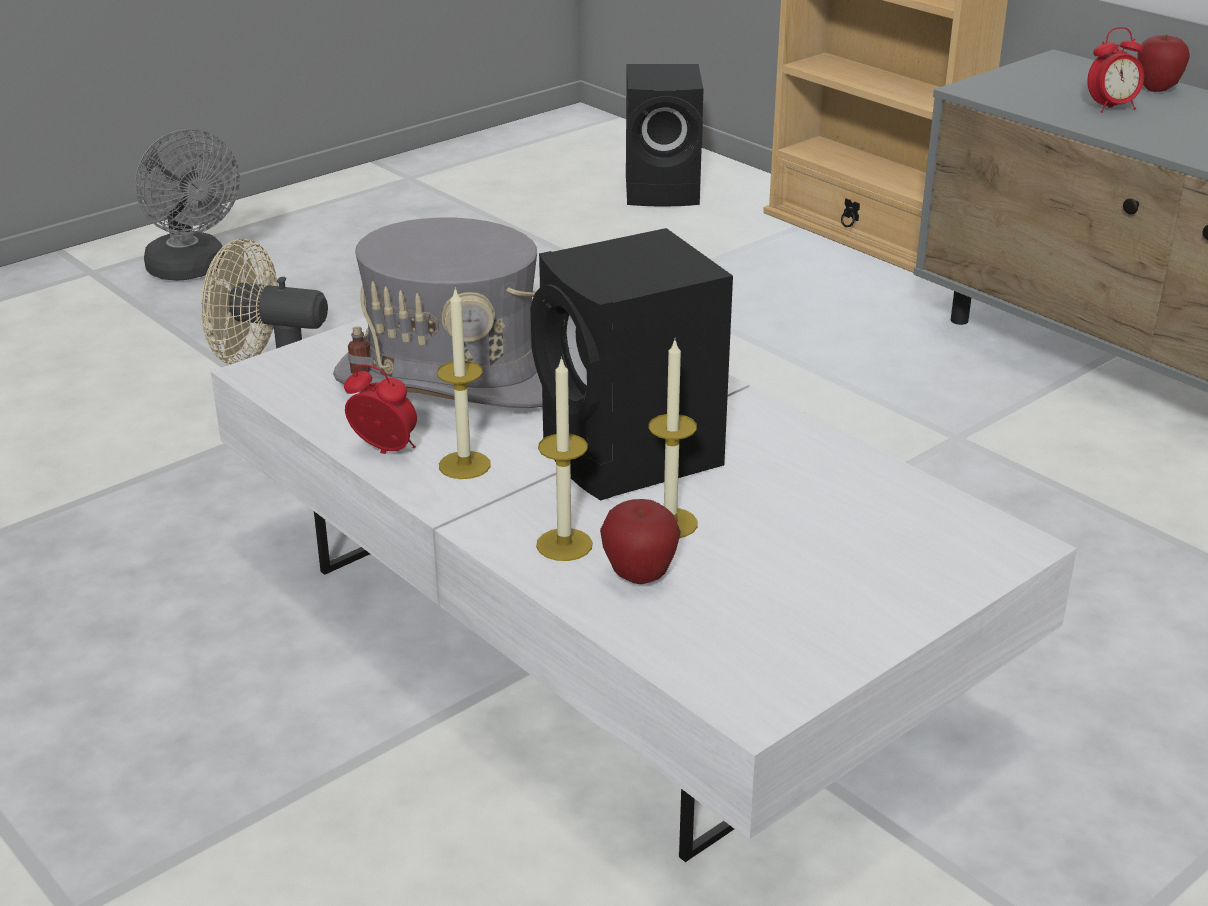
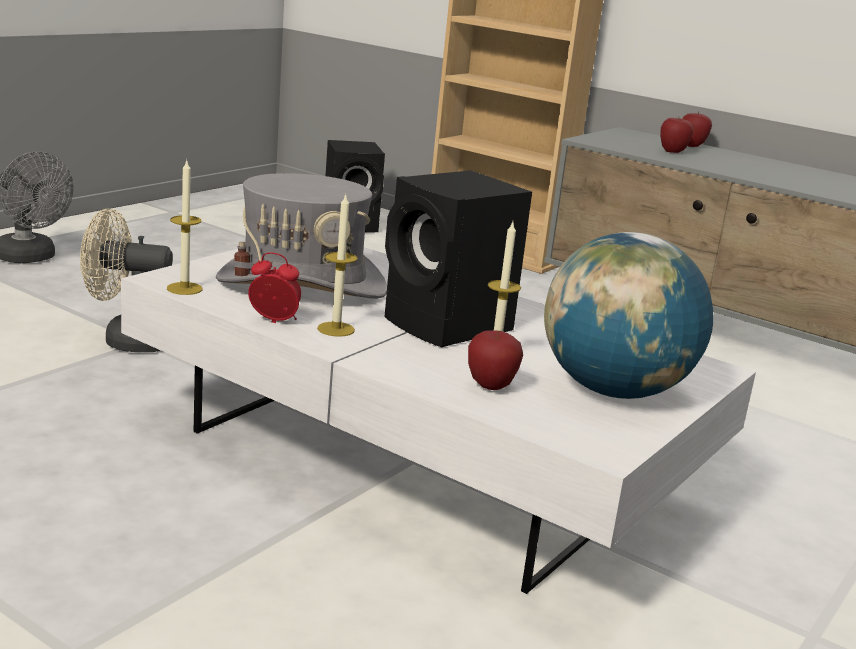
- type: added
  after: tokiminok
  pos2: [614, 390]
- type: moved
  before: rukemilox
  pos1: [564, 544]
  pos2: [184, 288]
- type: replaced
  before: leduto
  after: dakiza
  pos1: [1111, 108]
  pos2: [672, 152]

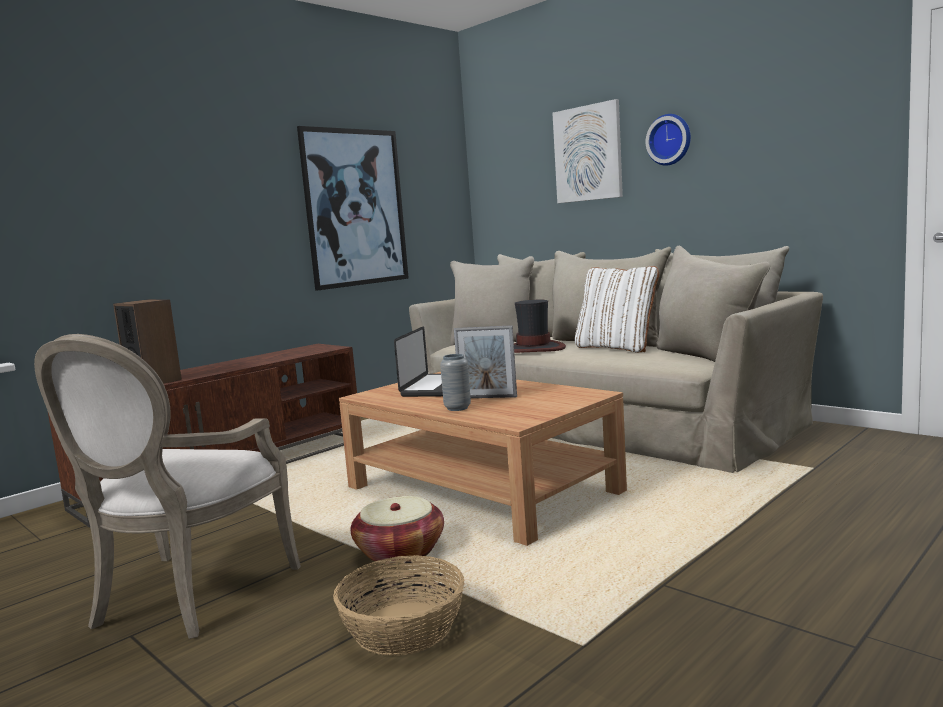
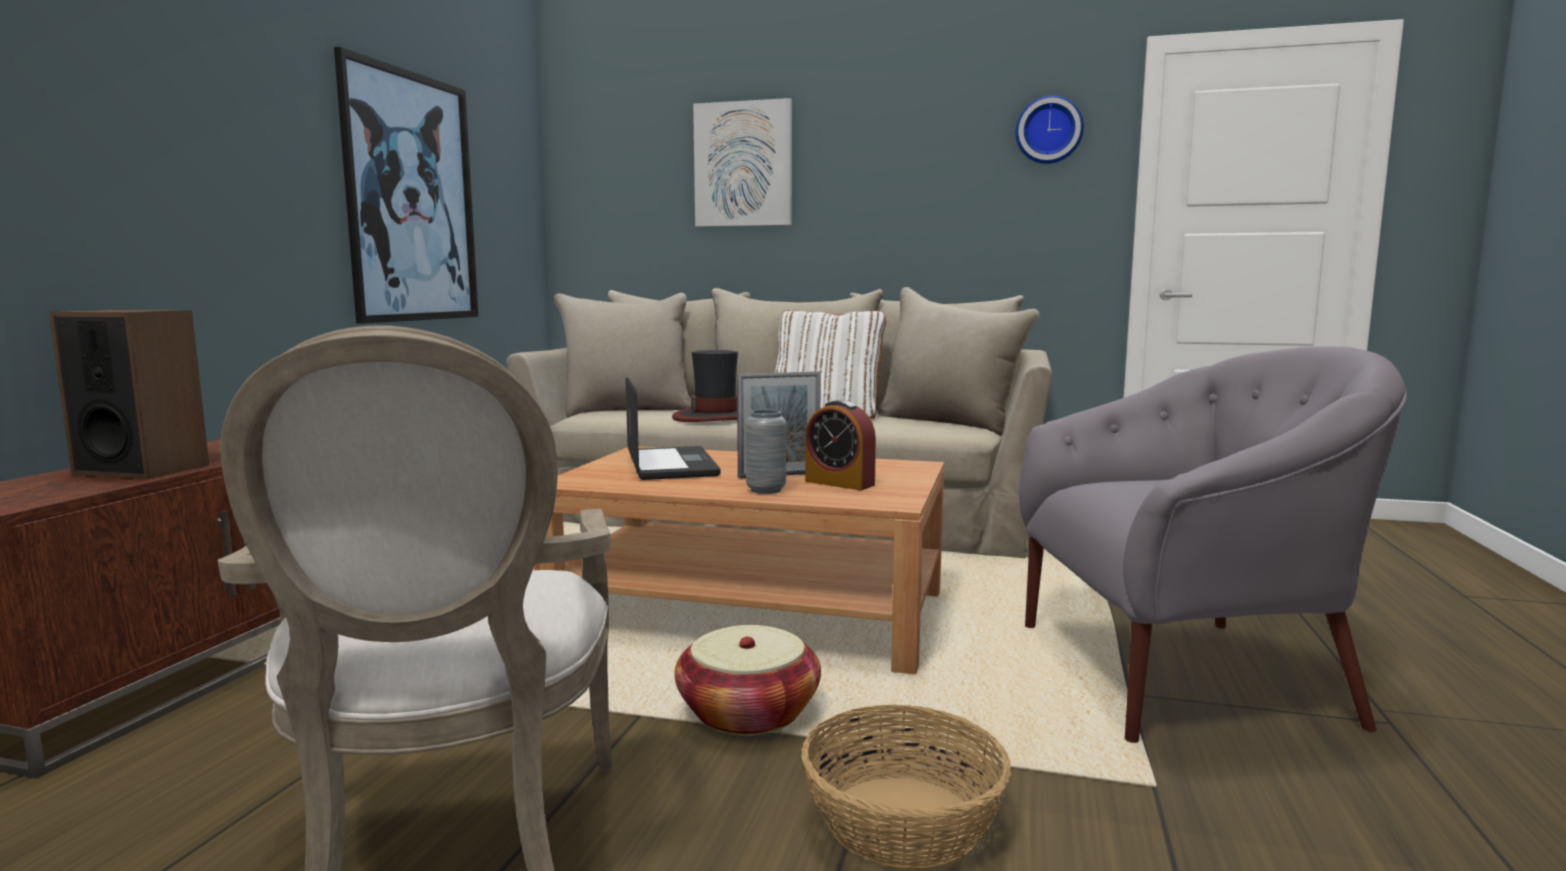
- type: added
  after: leduto
  pos2: [839, 483]
- type: added
  after: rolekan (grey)
  pos2: [1183, 674]
- type: moved
  before: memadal
  pos1: [670, 140]
  pos2: [1049, 130]

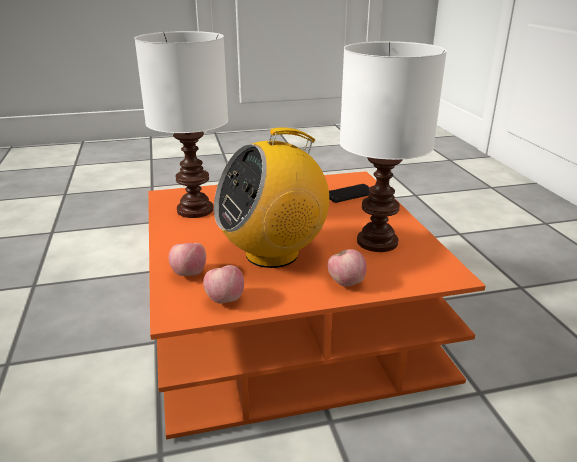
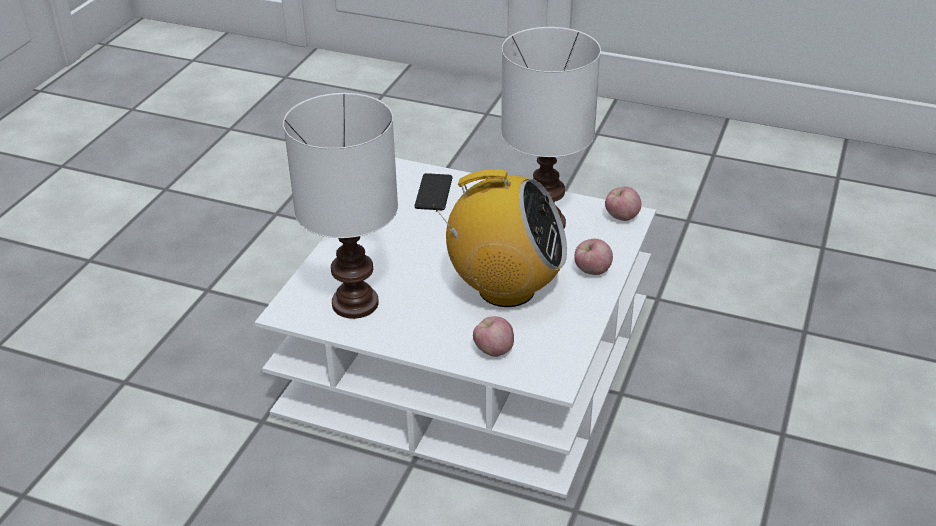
- type: moved
  before: dakiza
  pos1: [225, 300]
  pos2: [621, 217]
- type: recoloured
  before: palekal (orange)
  after: palekal (white)
  pos1: [288, 320]
  pos2: [469, 357]
- type: turned
  before: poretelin
  pos1: [272, 253]
  pos2: [505, 289]
  turn: -90

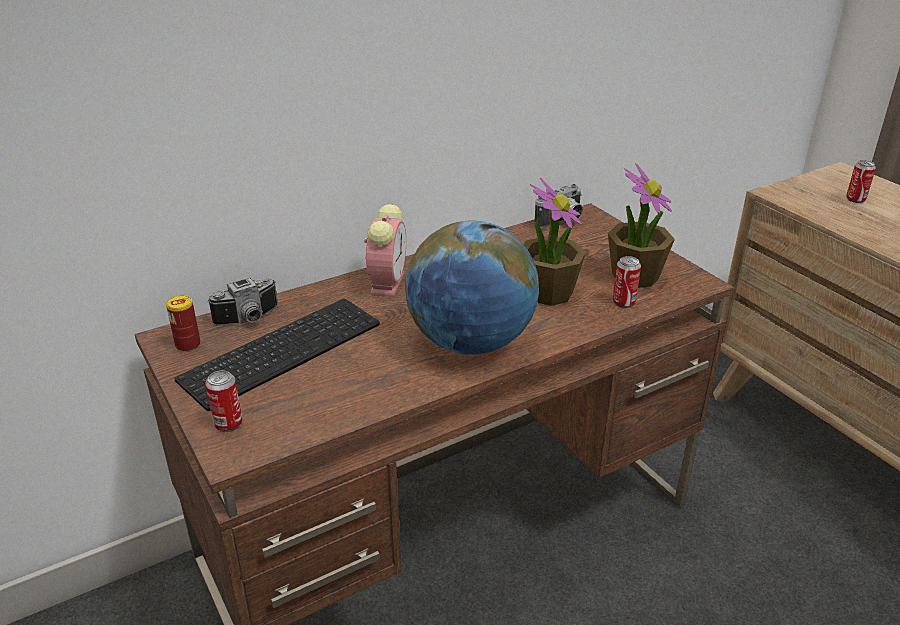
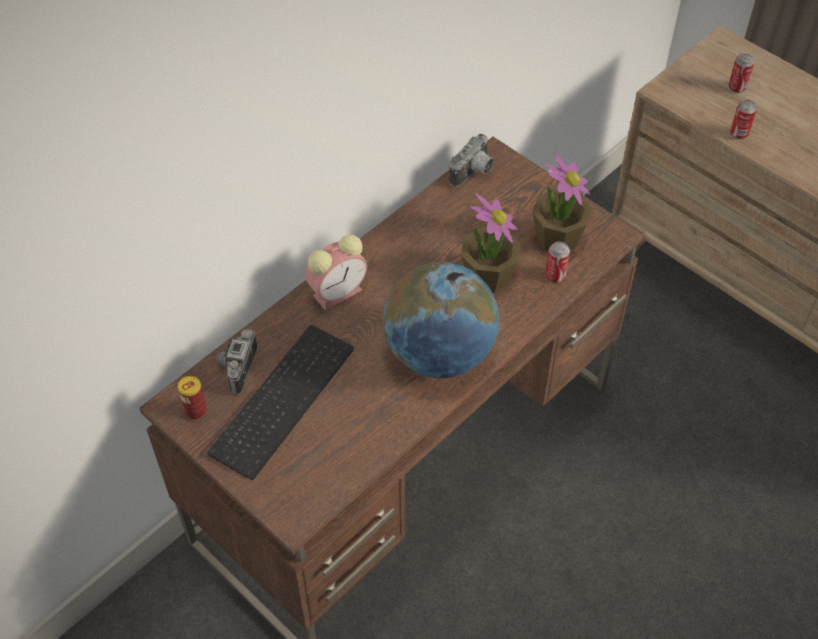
- type: moved
  before: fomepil
  pos1: [228, 424]
  pos2: [739, 133]
- type: turned
  before: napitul
  pos1: [249, 319]
  pos2: [235, 368]
  turn: 150
- type: turned
  before: leduto
  pos1: [387, 281]
  pos2: [339, 291]
  turn: 60

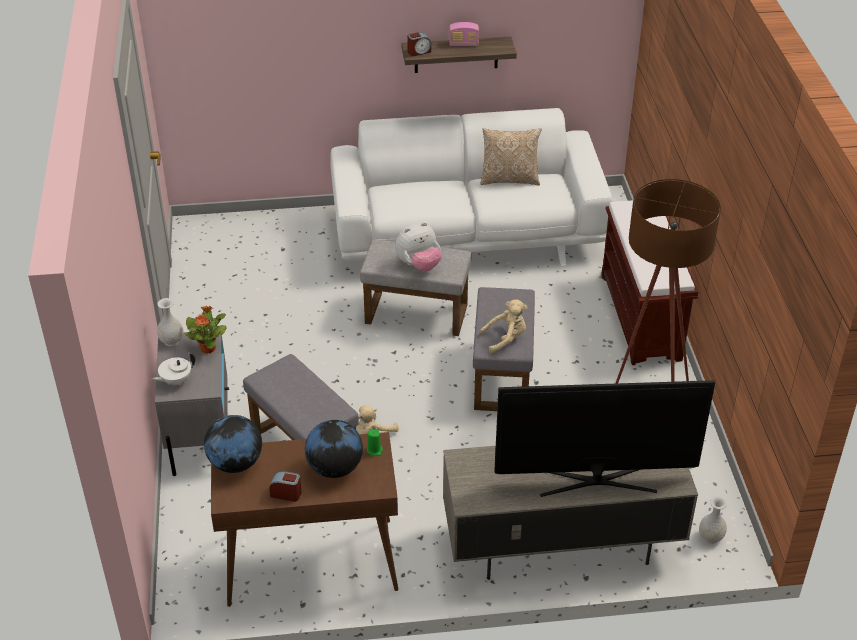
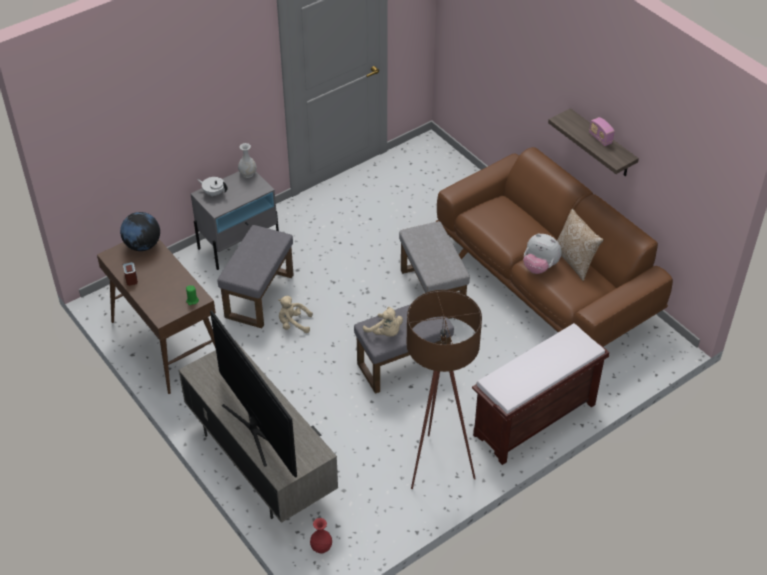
- type: removed
  before: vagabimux
  pos1: [208, 348]
- type: removed
  before: tokiminok
  pos1: [335, 468]
- type: removed
  before: leduto
  pos1: [419, 52]
- type: moved
  before: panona
  pos1: [418, 265]
  pos2: [539, 267]
- type: recoloured
  before: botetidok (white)
  after: botetidok (brown)
  pos1: [468, 234]
  pos2: [545, 281]
- type: recoloured
  before: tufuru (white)
  after: tufuru (red)
  pos1: [711, 537]
  pos2: [321, 547]

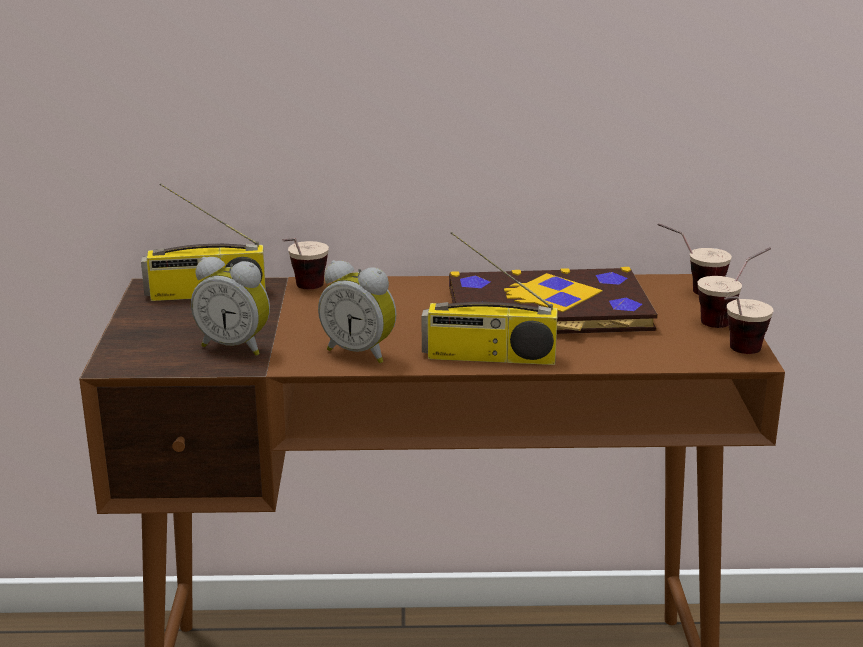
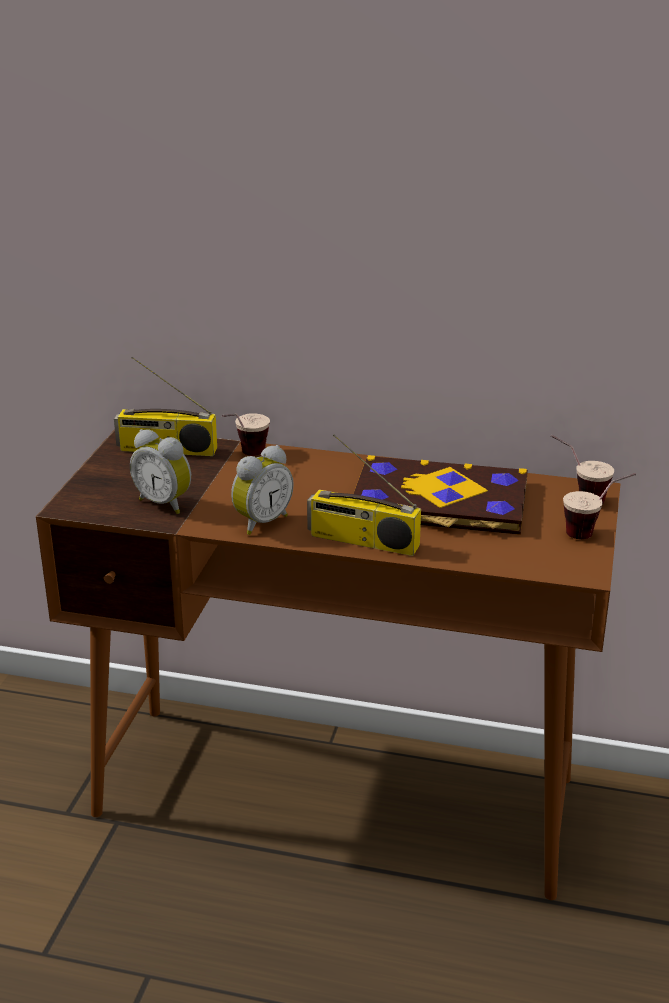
- type: removed
  before: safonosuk
  pos1: [736, 355]
- type: turned
  before: leduto
  pos1: [360, 352]
  pos2: [260, 522]
  turn: -90

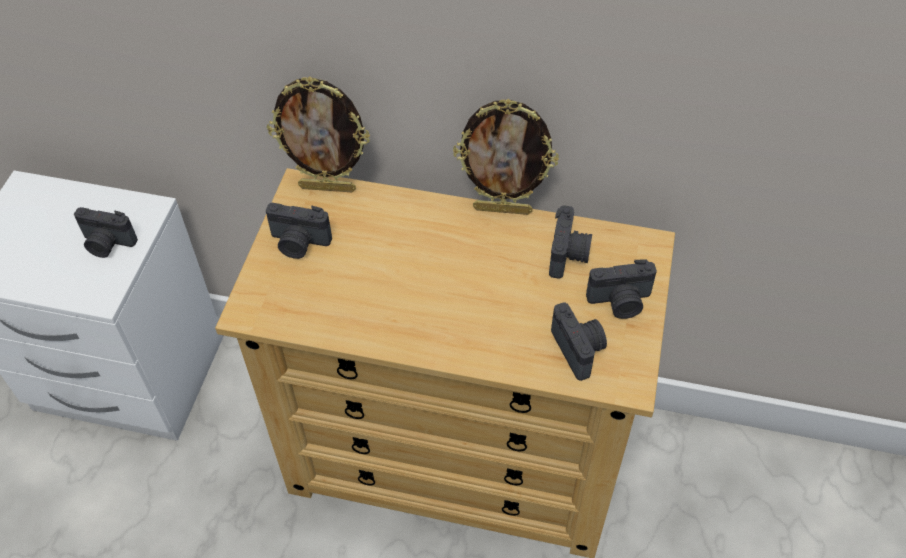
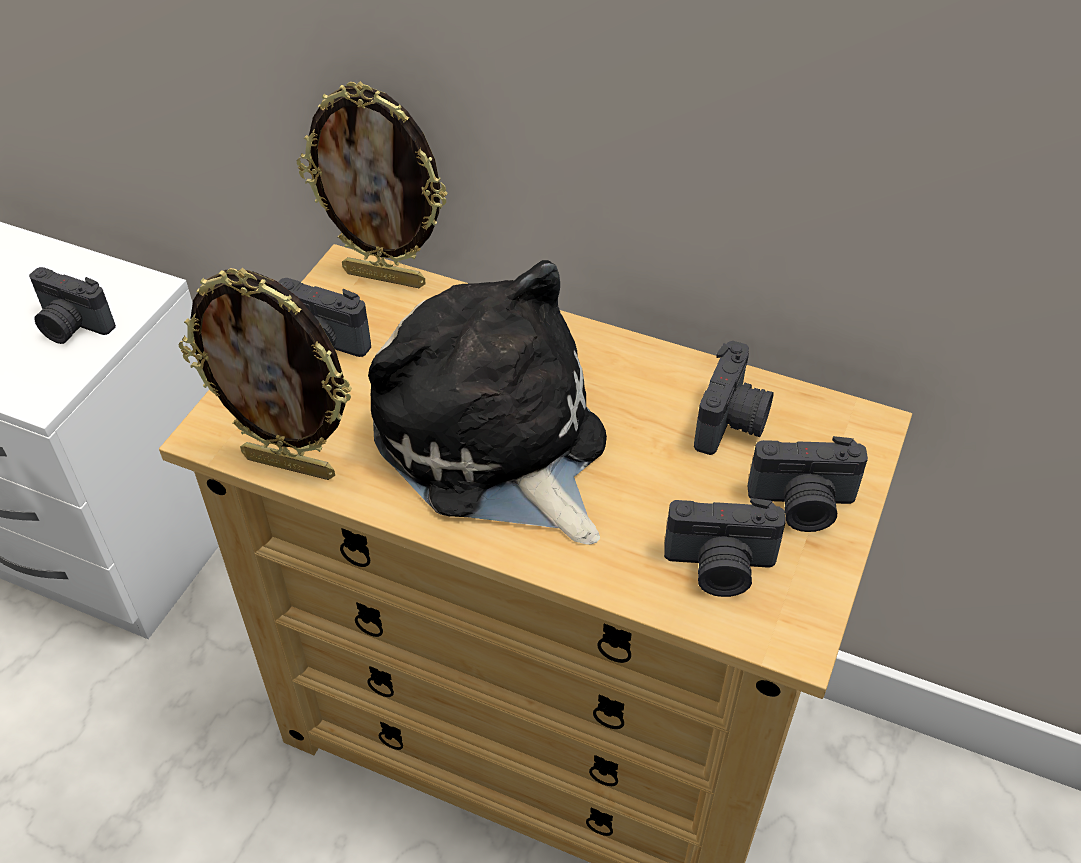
- type: added
  after: panona
  pos2: [495, 445]
- type: moved
  before: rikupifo
  pos1: [503, 209]
  pos2: [291, 464]
- type: turned
  before: napitul
  pos1: [579, 349]
  pos2: [719, 568]
  turn: 105

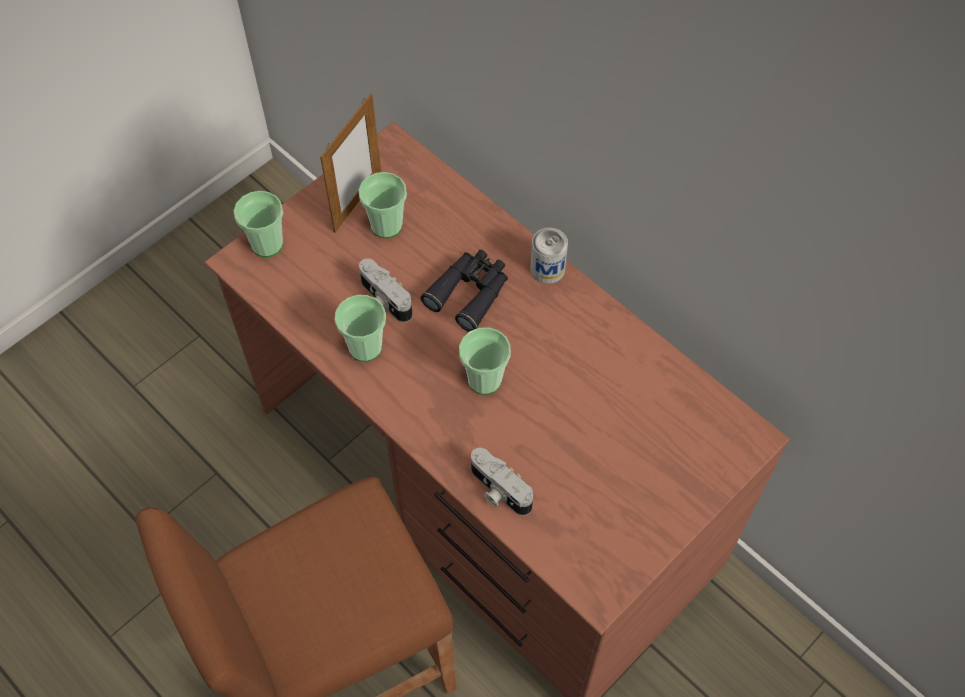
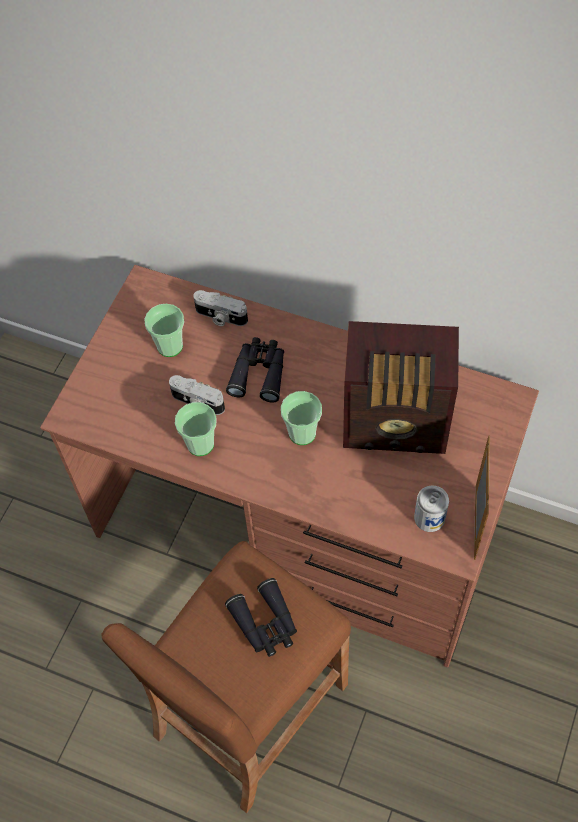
- type: removed
  before: safonosuk
  pos1: [267, 244]
- type: added
  after: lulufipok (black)
  pos2: [265, 624]
- type: added
  after: poretelin
  pos2: [397, 425]
- type: moved
  before: rikupifo
  pos1: [357, 201]
  pos2: [475, 522]
- type: moved
  before: napitul
  pos1: [498, 490]
  pos2: [220, 317]
- type: moved
  before: fomepil
  pos1: [547, 269]
  pos2: [429, 517]

